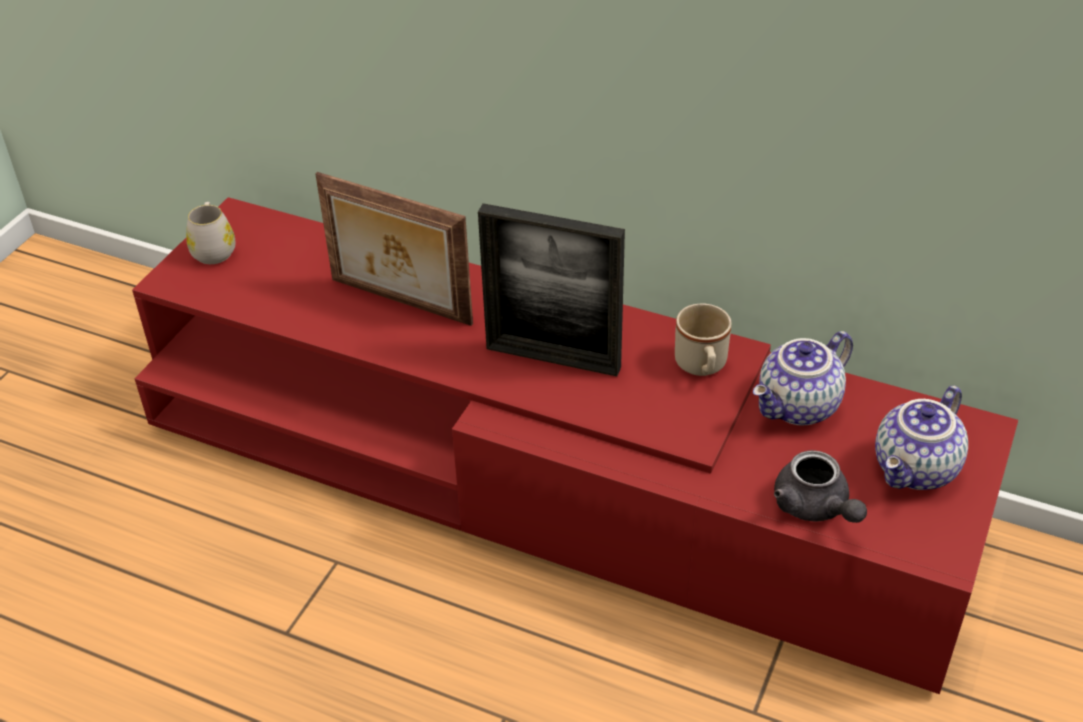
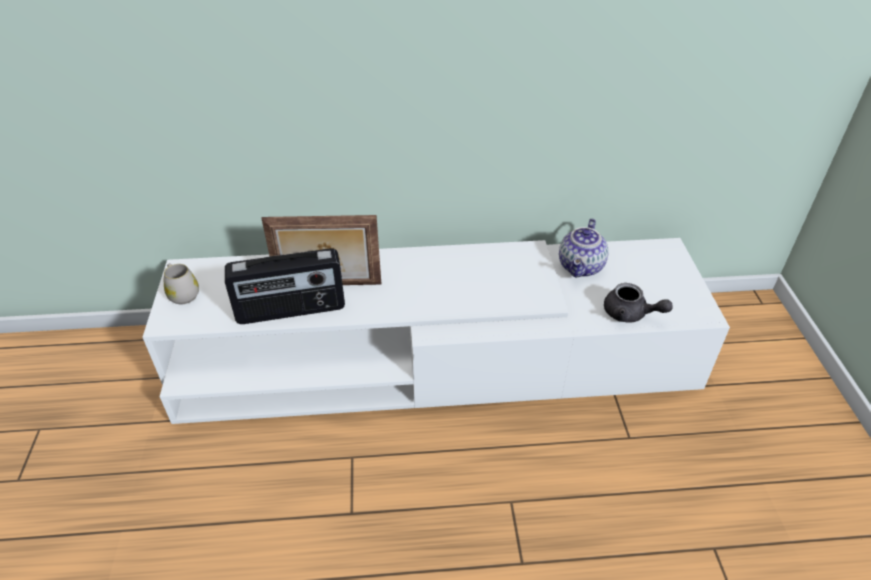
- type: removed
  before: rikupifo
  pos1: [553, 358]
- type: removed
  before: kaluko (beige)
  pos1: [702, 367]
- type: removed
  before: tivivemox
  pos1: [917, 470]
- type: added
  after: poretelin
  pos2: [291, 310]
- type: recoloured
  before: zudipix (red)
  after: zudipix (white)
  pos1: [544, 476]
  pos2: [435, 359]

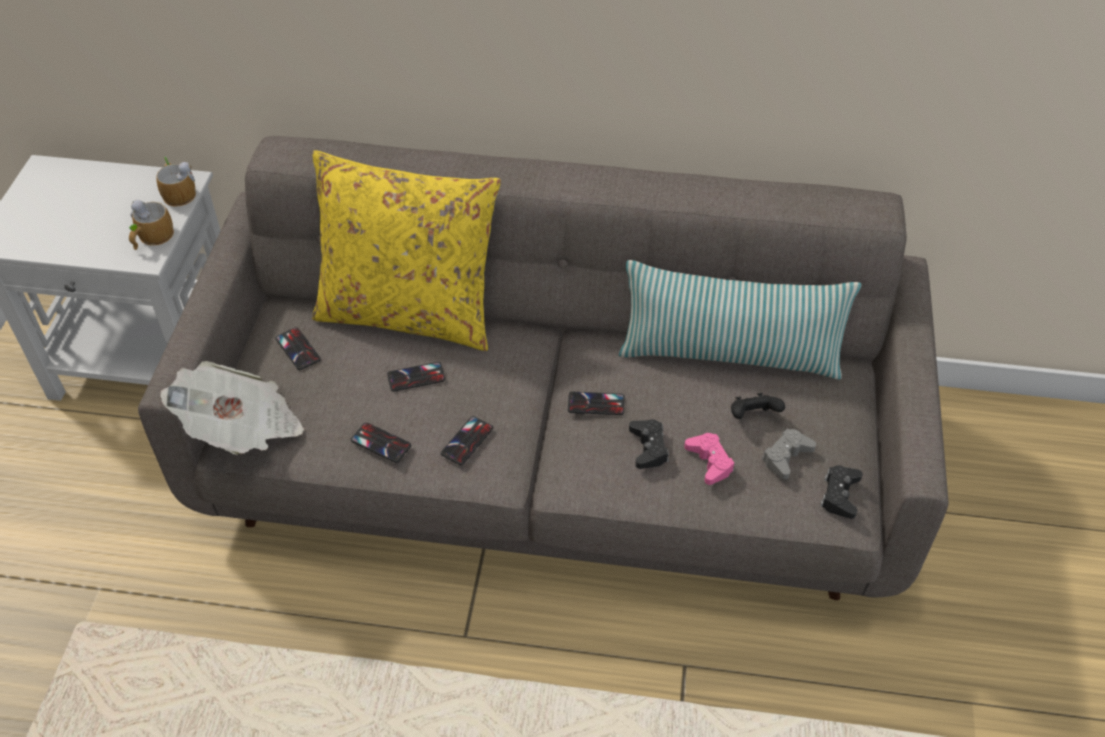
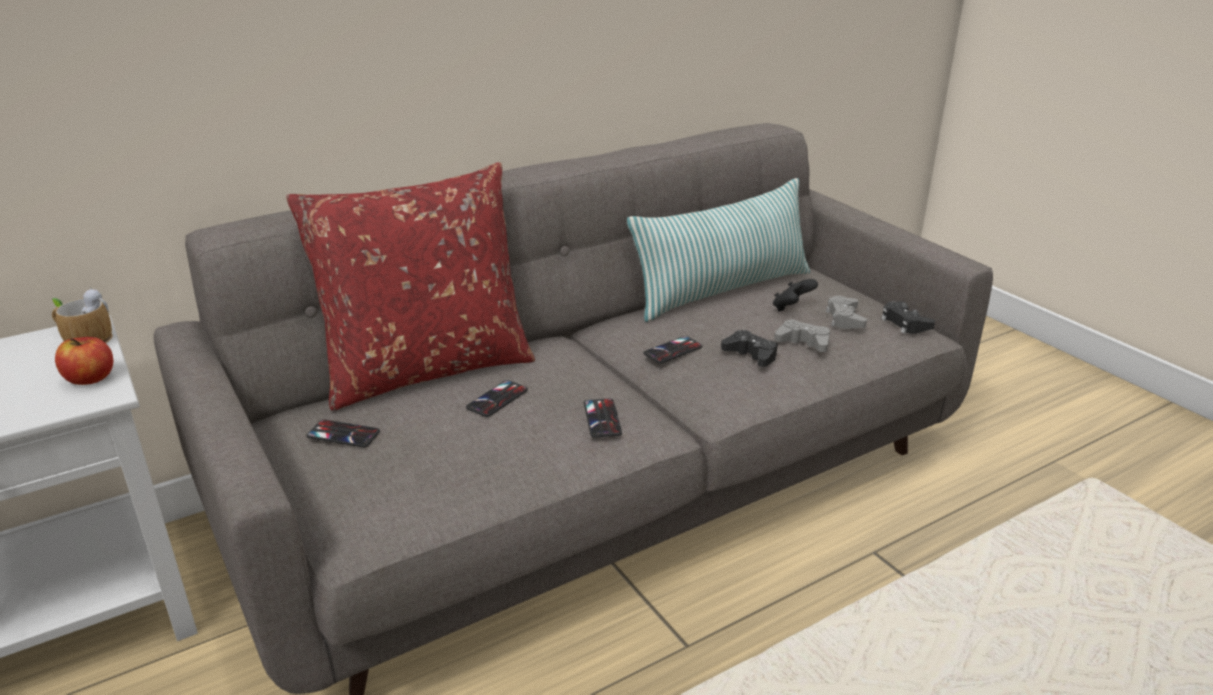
- type: removed
  before: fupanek
  pos1: [242, 428]
- type: removed
  before: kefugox
  pos1: [381, 443]
- type: replaced
  before: kaluko
  after: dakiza
  pos1: [151, 238]
  pos2: [90, 379]
- type: recoloured
  before: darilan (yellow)
  after: darilan (red)
  pos1: [409, 313]
  pos2: [427, 368]
- type: recoloured
  before: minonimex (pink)
  after: minonimex (grey)
  pos1: [709, 462]
  pos2: [803, 342]

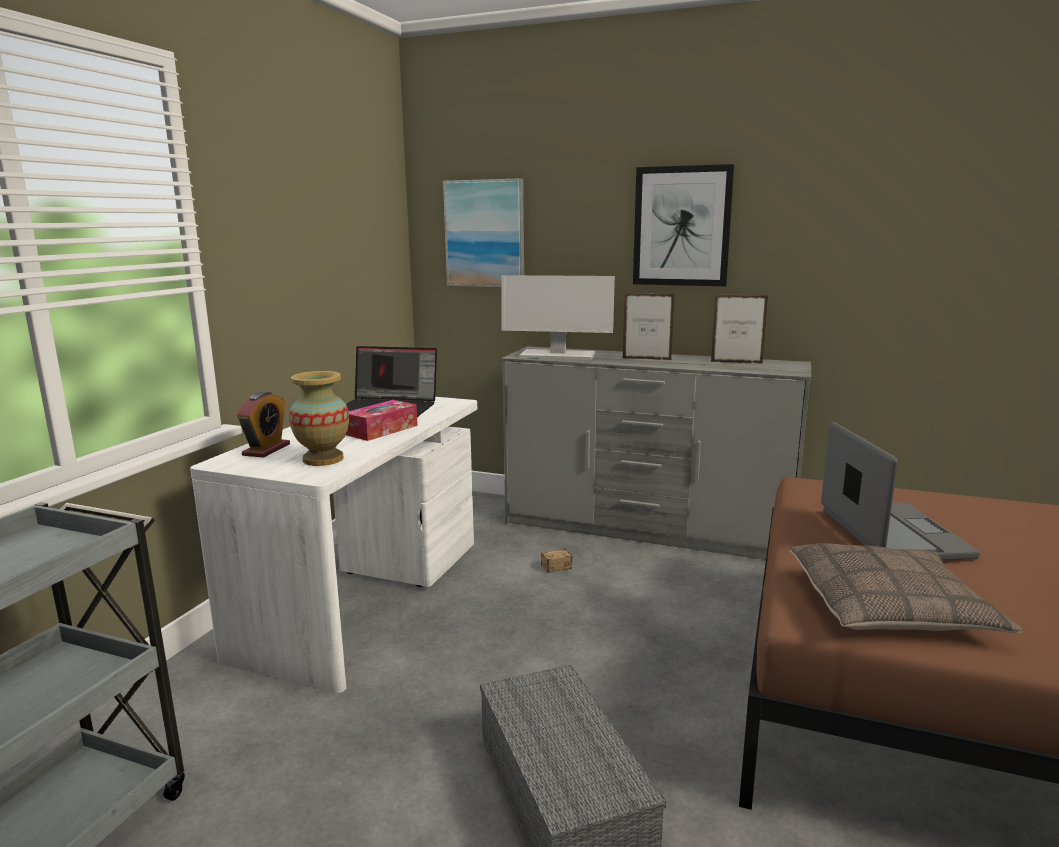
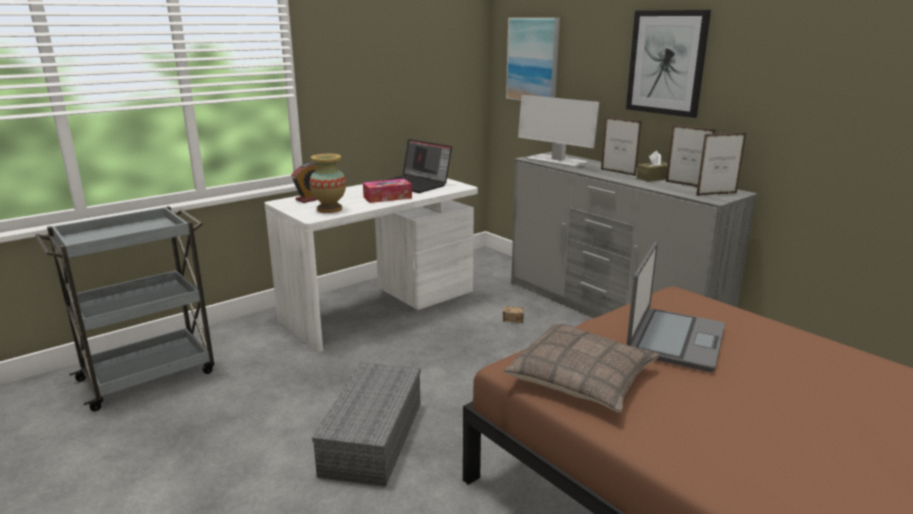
- type: added
  after: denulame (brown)
  pos2: [654, 178]
- type: added
  after: rikupifo
  pos2: [716, 194]

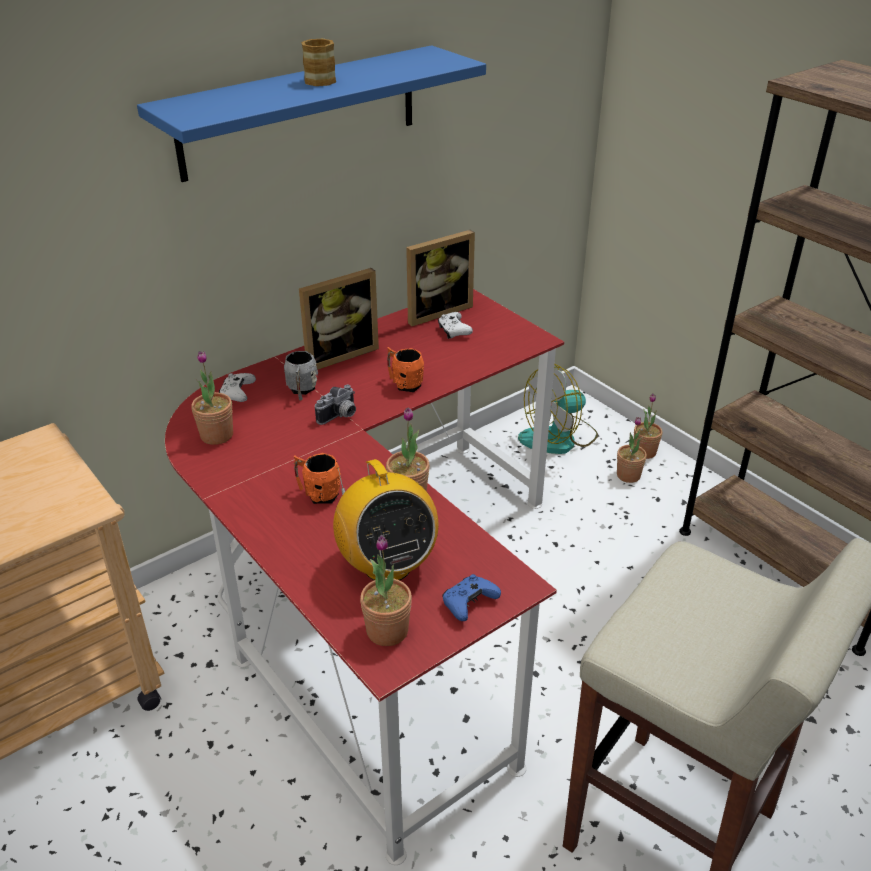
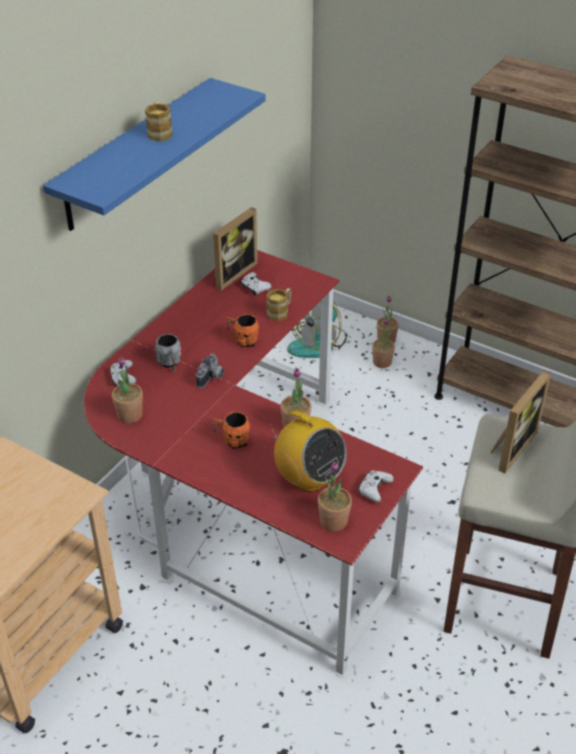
- type: added
  after: kaluko
  pos2: [280, 312]
- type: moved
  before: rikupifo
  pos1: [338, 354]
  pos2: [510, 447]
- type: recoloured
  before: minonimex (blue)
  after: minonimex (white)
  pos1: [469, 603]
  pos2: [374, 490]

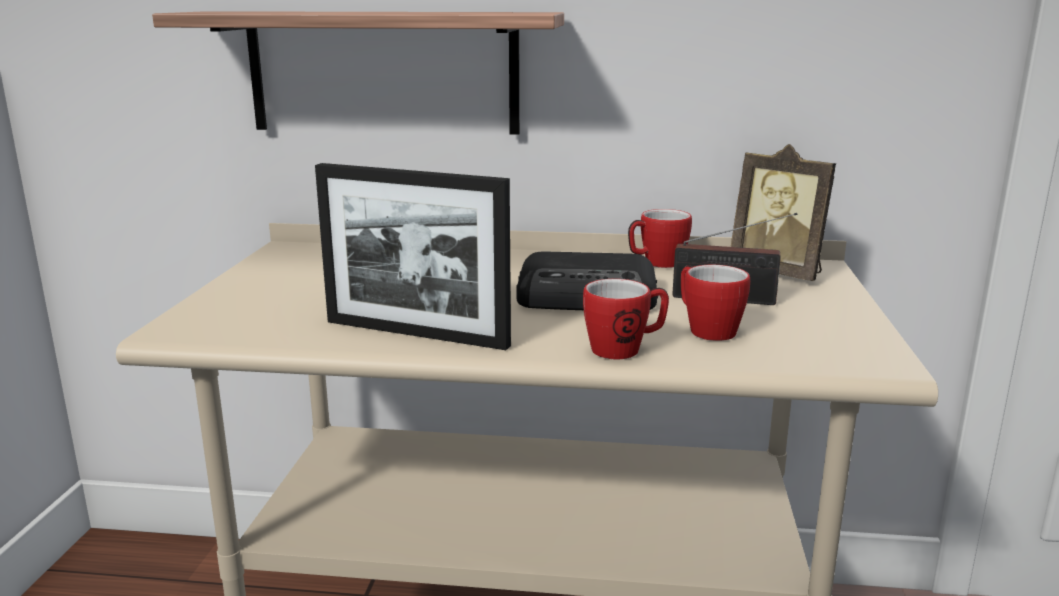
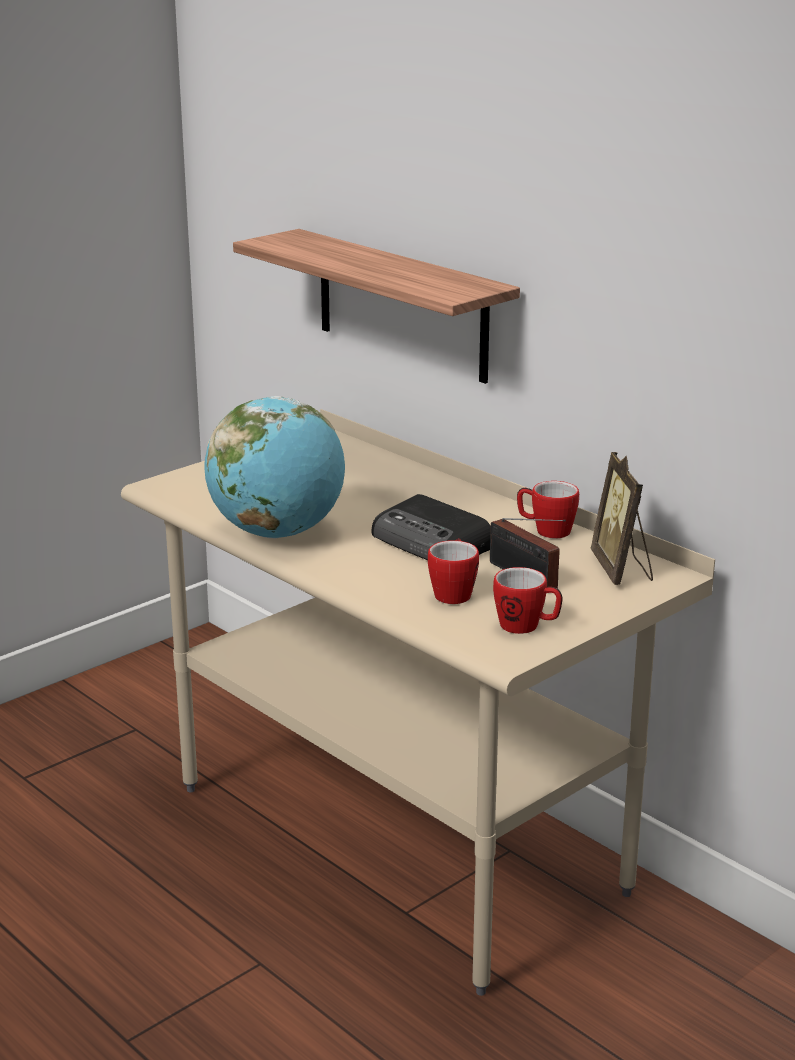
- type: moved
  before: kaluko
  pos1: [625, 349]
  pos2: [527, 627]
- type: replaced
  before: rikupifo
  after: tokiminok
  pos1: [416, 333]
  pos2: [278, 533]

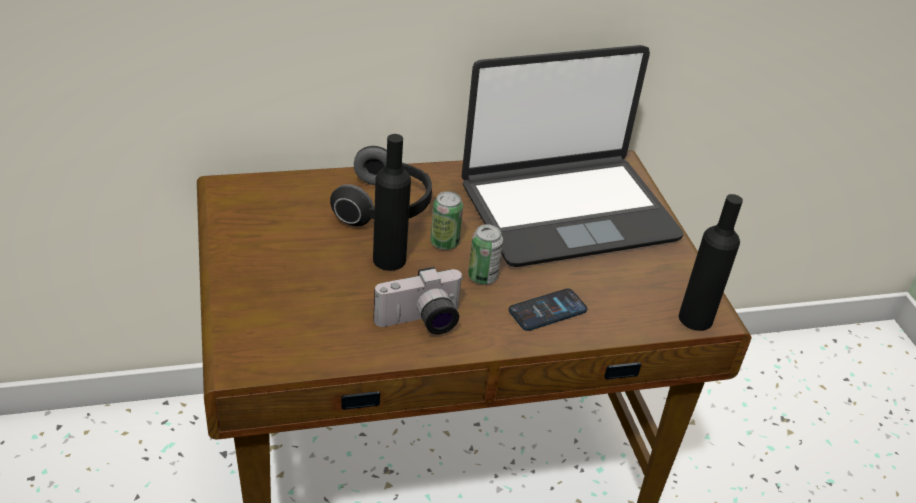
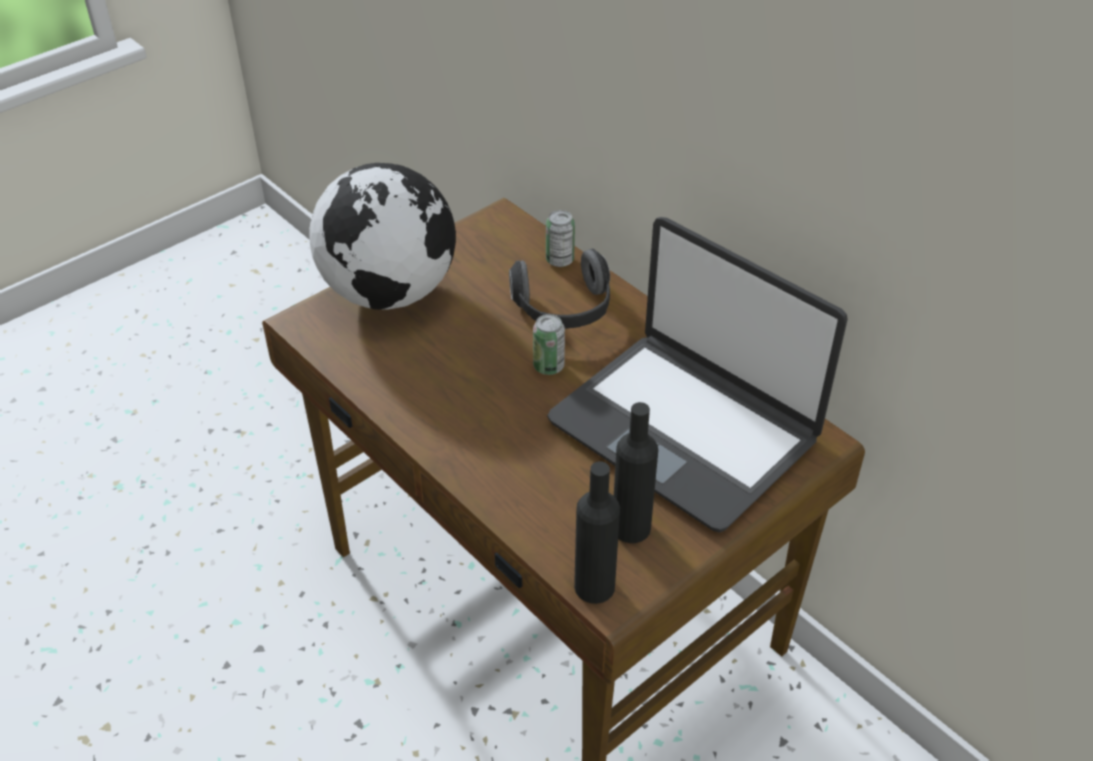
- type: removed
  before: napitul
  pos1: [421, 322]
- type: removed
  before: kefugox
  pos1: [547, 310]
- type: added
  after: tokiminok
  pos2: [390, 292]
- type: moved
  before: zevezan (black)
  pos1: [389, 259]
  pos2: [631, 527]
- type: moved
  before: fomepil
  pos1: [482, 277]
  pos2: [559, 260]

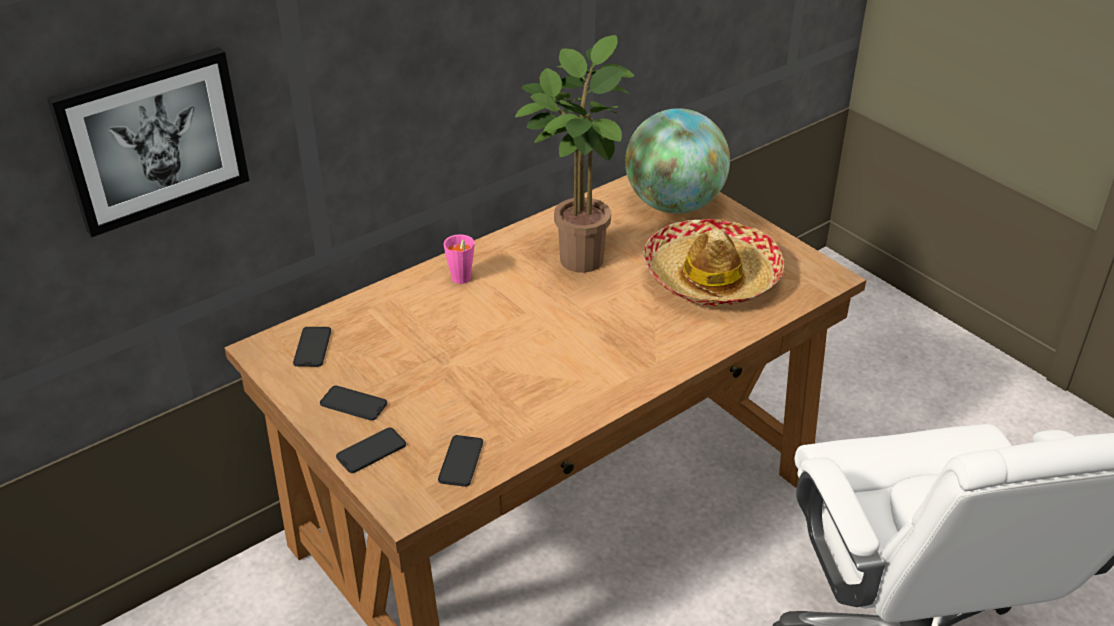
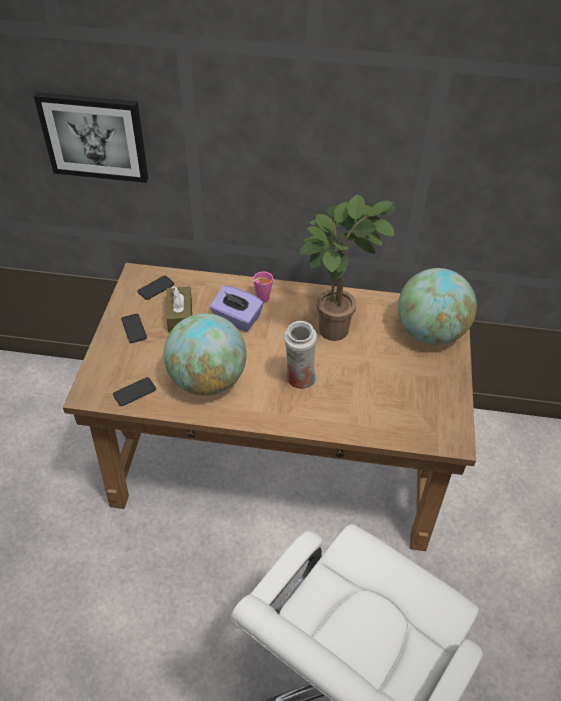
- type: removed
  before: kefugox
  pos1: [371, 451]
- type: removed
  before: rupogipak
  pos1: [711, 277]
- type: added
  after: tokiminok
  pos2: [207, 380]
- type: added
  after: denulame (brown)
  pos2: [180, 316]
- type: added
  after: denulame (purple)
  pos2: [236, 319]
- type: added
  after: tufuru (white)
  pos2: [299, 380]

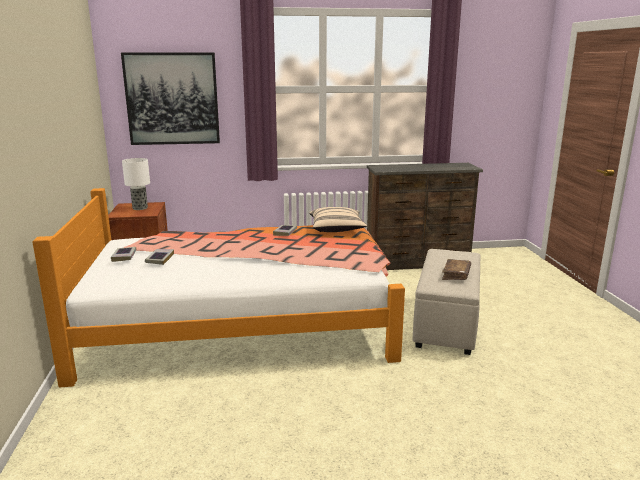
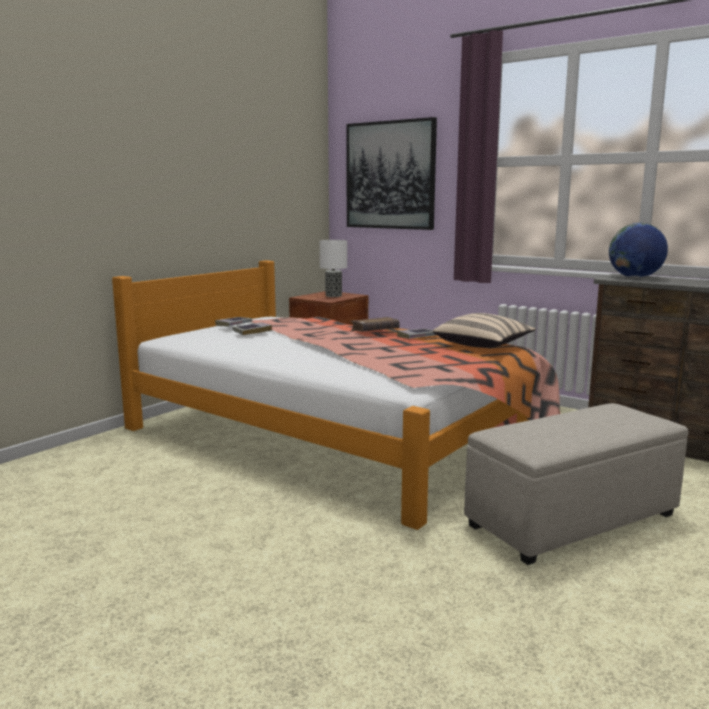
- type: added
  after: tokiminok
  pos2: [635, 277]
- type: moved
  before: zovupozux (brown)
  pos1: [456, 275]
  pos2: [375, 331]

